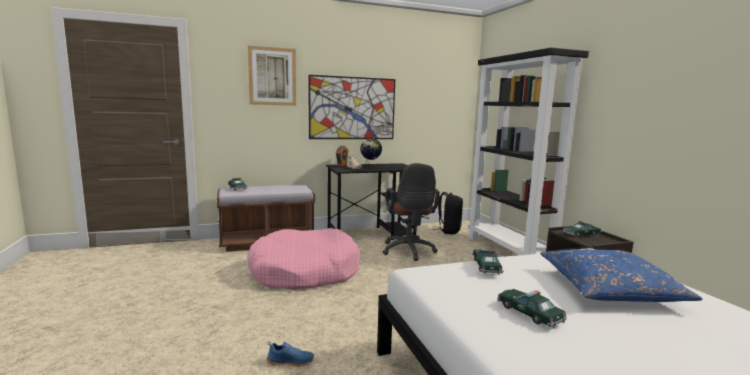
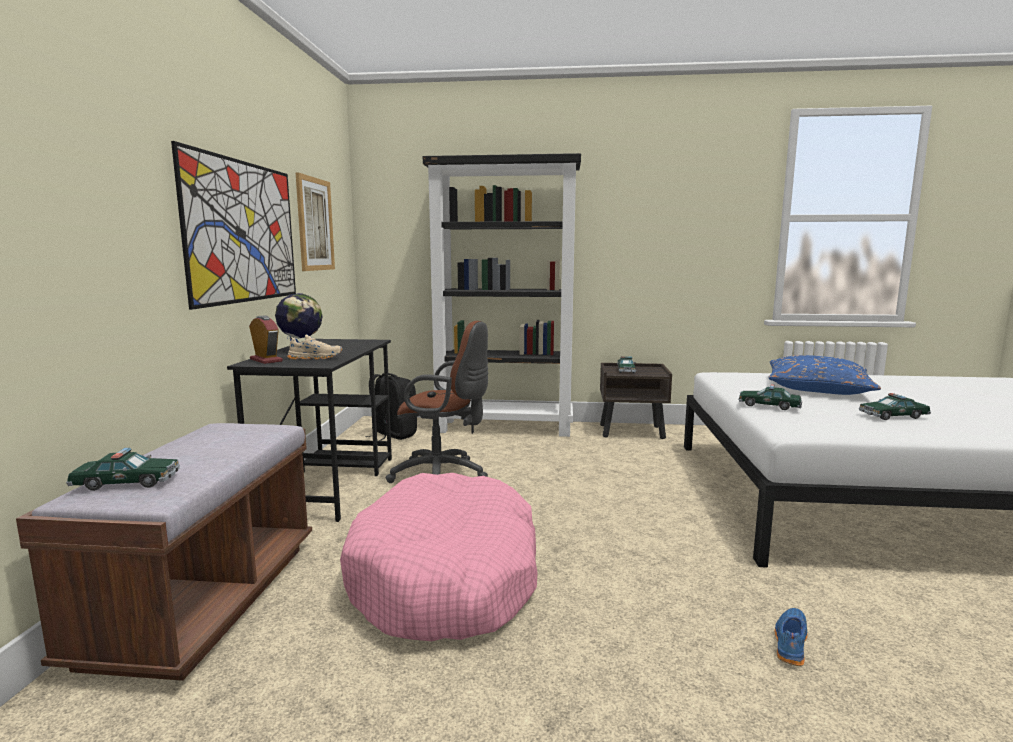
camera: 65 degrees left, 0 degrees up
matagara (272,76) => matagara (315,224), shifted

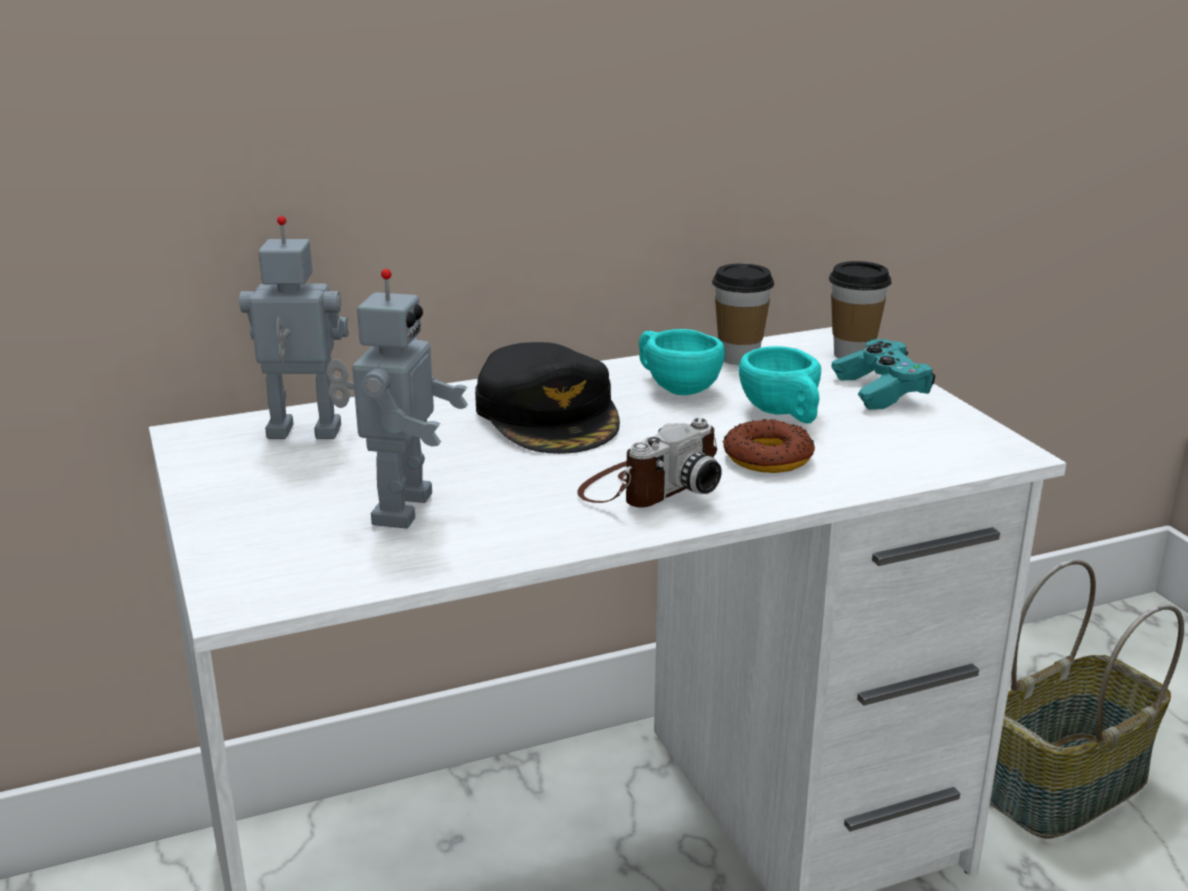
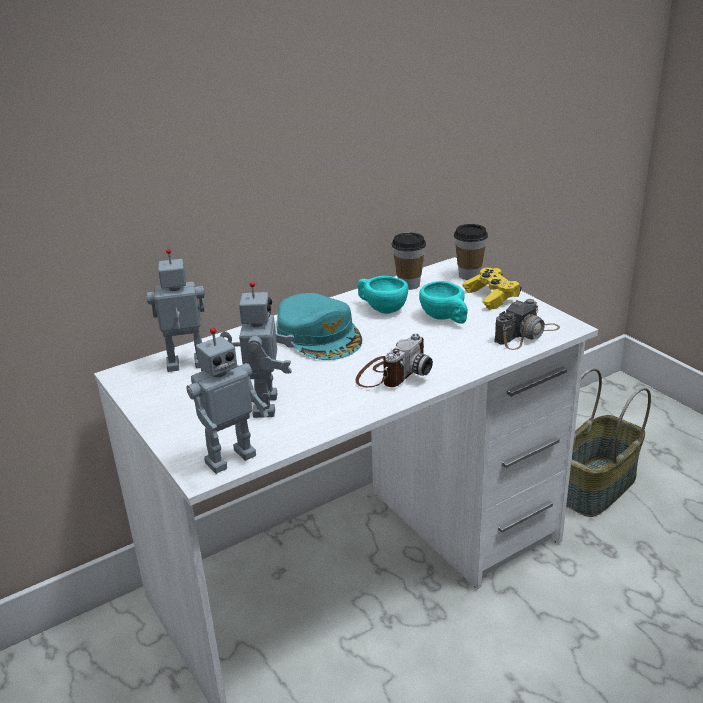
camera: 10 degrees left, 5 degrees up
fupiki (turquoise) (880,391) => fupiki (yellow) (491,297)
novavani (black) (549,414) => novavani (turquoise) (319,335)
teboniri (768,457) => nothing
nothing => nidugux (527,334)
nothing => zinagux (229,458)

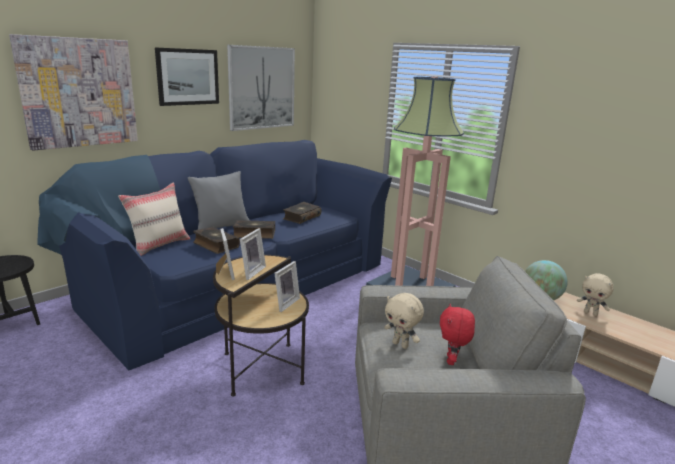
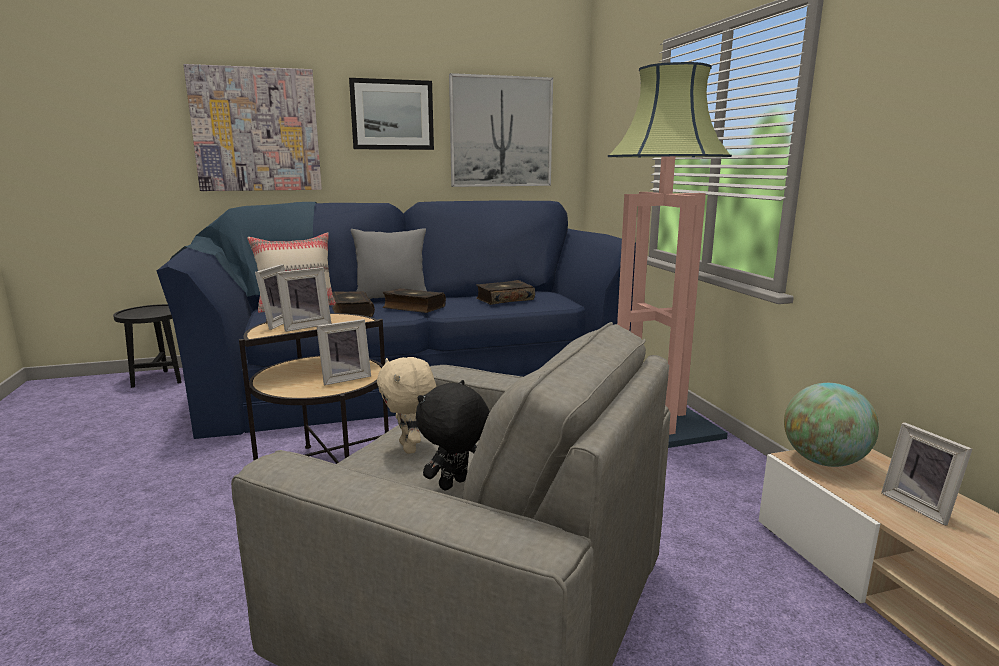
camera: 30 degrees right, 5 degrees down
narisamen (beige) (590,313) => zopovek (920,506)
narisamen (red) (452,360) => narisamen (black) (454,485)

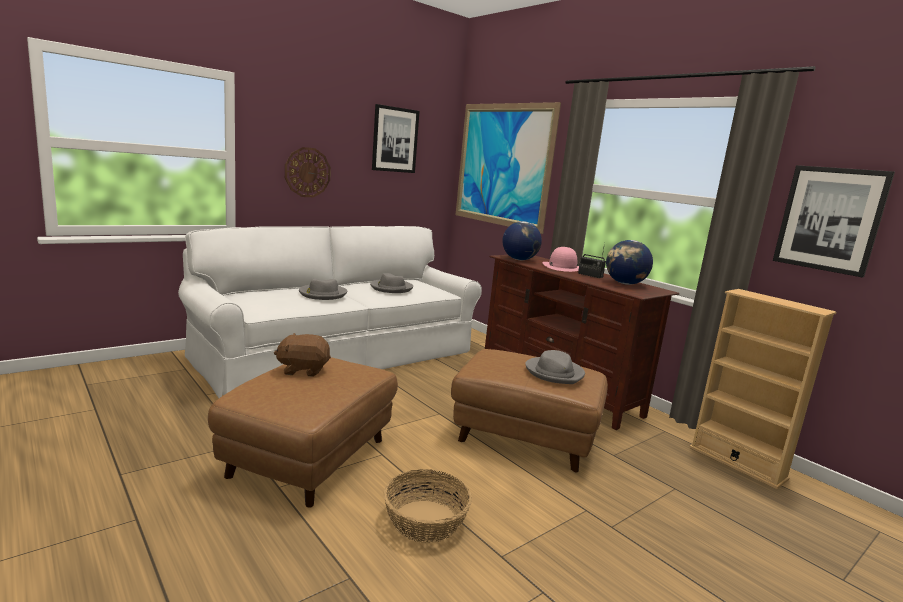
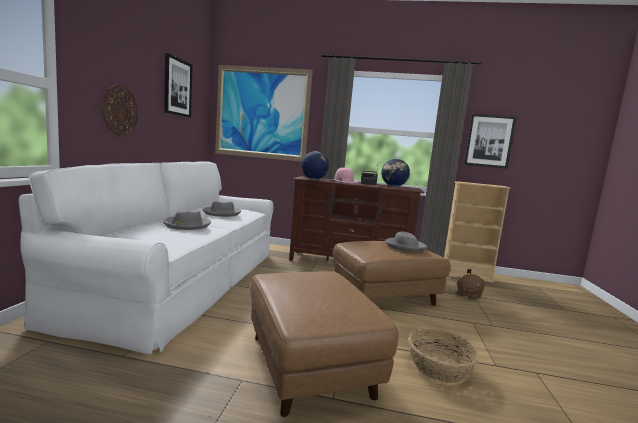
camera: 40 degrees left, 5 degrees down
narisamen (brown) (303,370) => narisamen (brown) (468,295), shifted

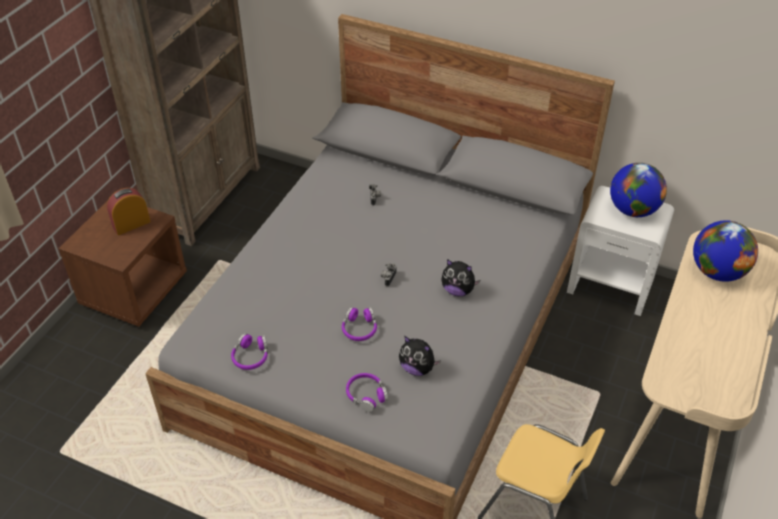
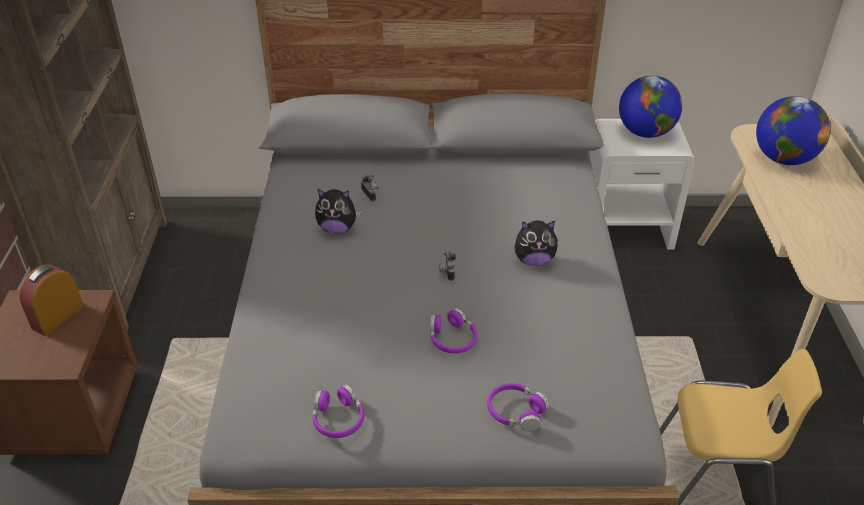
camera: 25 degrees left, 5 degrees down
narisamen (417,368) => narisamen (337,228), shifted

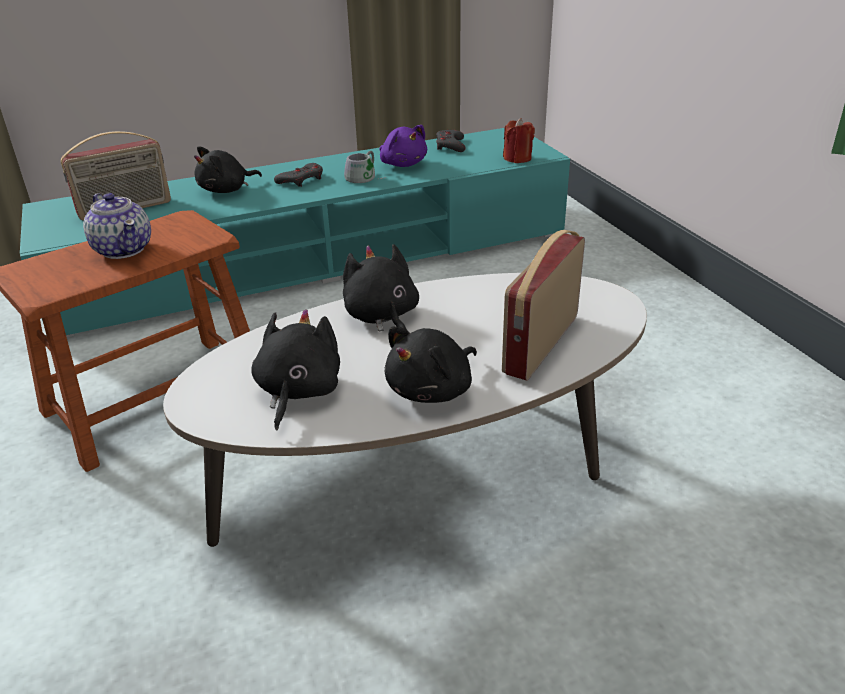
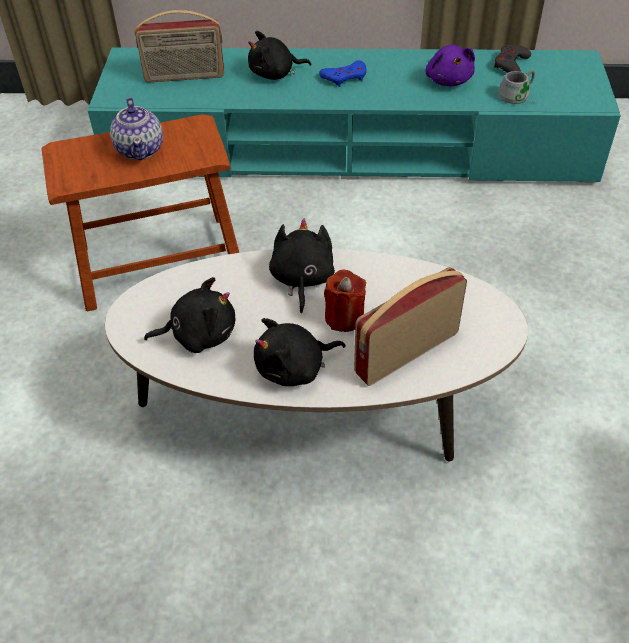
camera: 25 degrees right, 15 degrees up
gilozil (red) (517,158) => gilozil (red) (344,317), shifted
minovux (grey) (365,177) => minovux (grey) (518,96), shifted
fupiki (grey) (301,180) => fupiki (blue) (345,77)
narisamen (black) (297,392) => narisamen (black) (199,334), 45 degrees clockwise

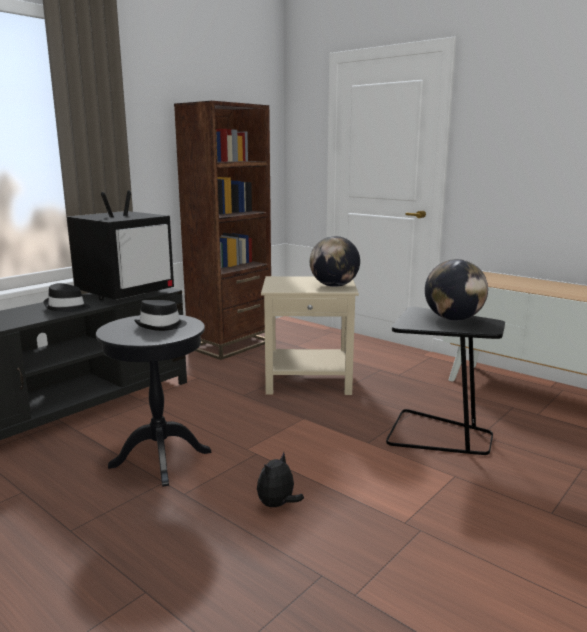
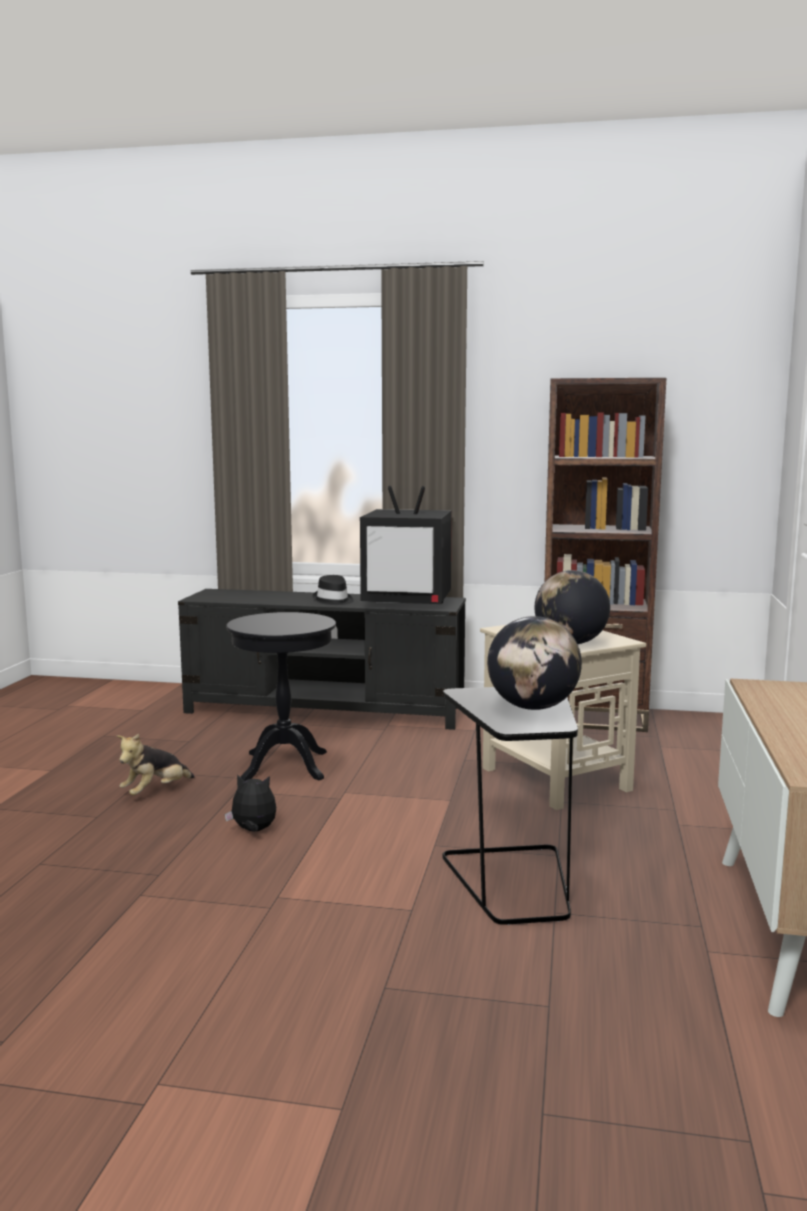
camera: 60 degrees right, 5 degrees down
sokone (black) (161,326) => nothing
nothing => narisamen (155,792)

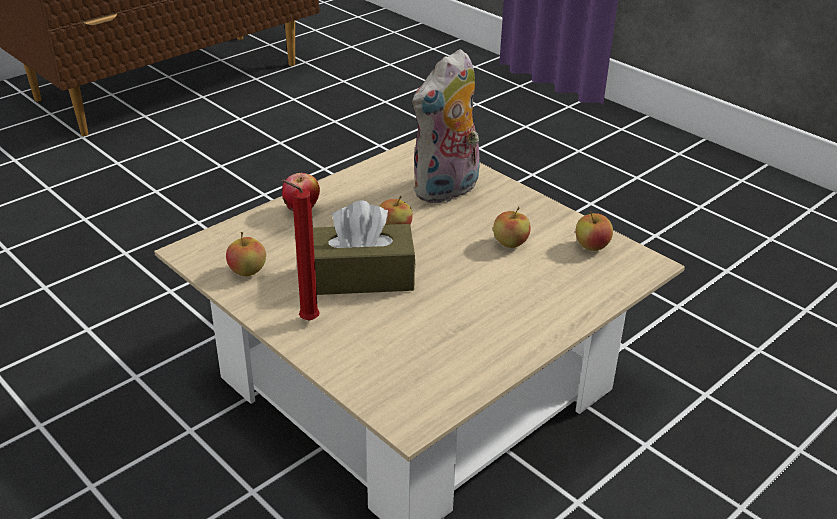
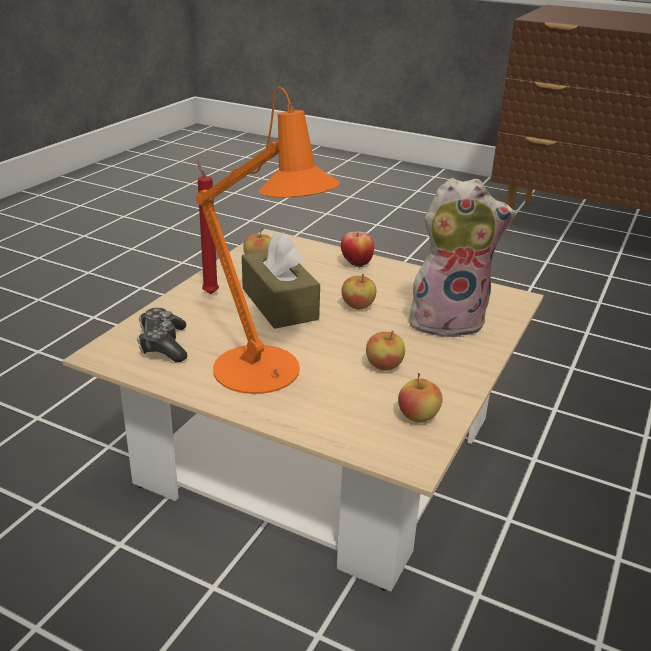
camera: 70 degrees right, 5 degrees down
narisamen (447,191) => narisamen (448,320), 150 degrees clockwise
nothing => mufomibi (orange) (265,374)
nothing => fupiki (163,345)

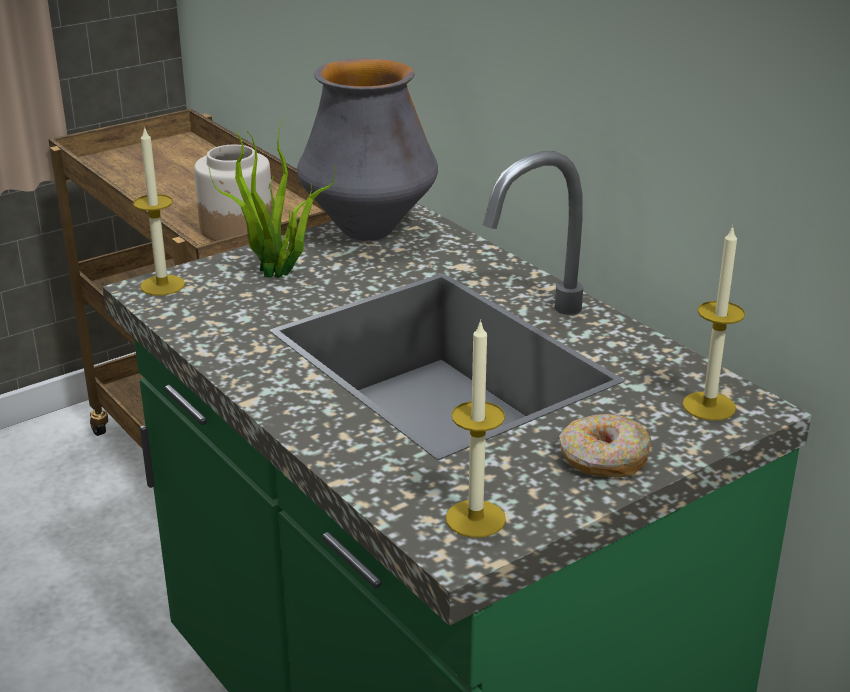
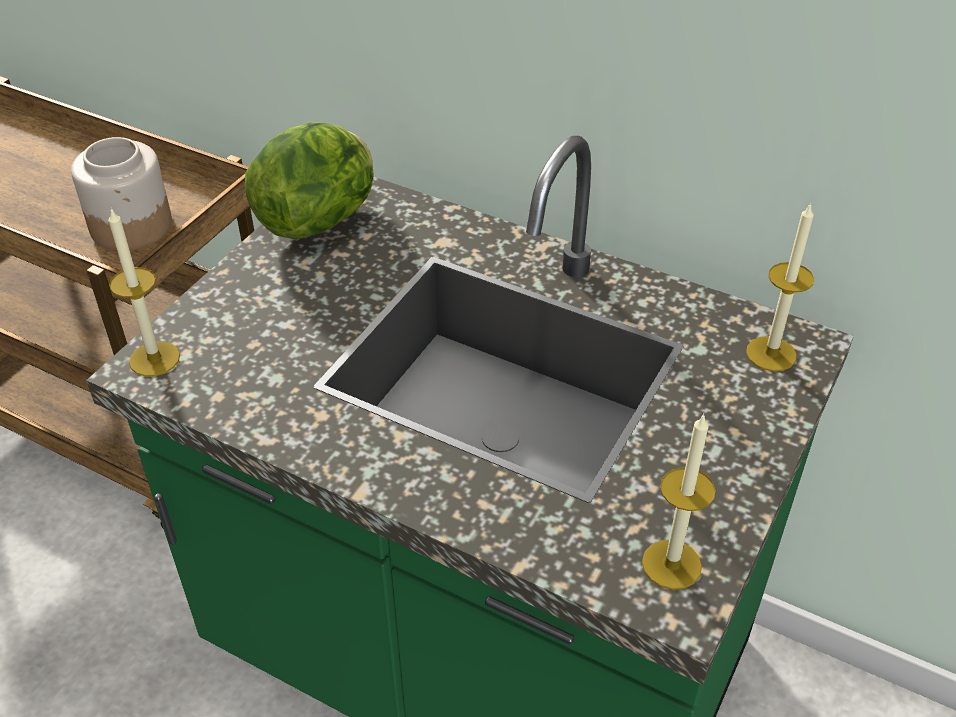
camera: 25 degrees left, 15 degrees up
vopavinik (368,231) => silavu (320,219)
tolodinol (277,273) => nothing
teboniri (603,459) => nothing

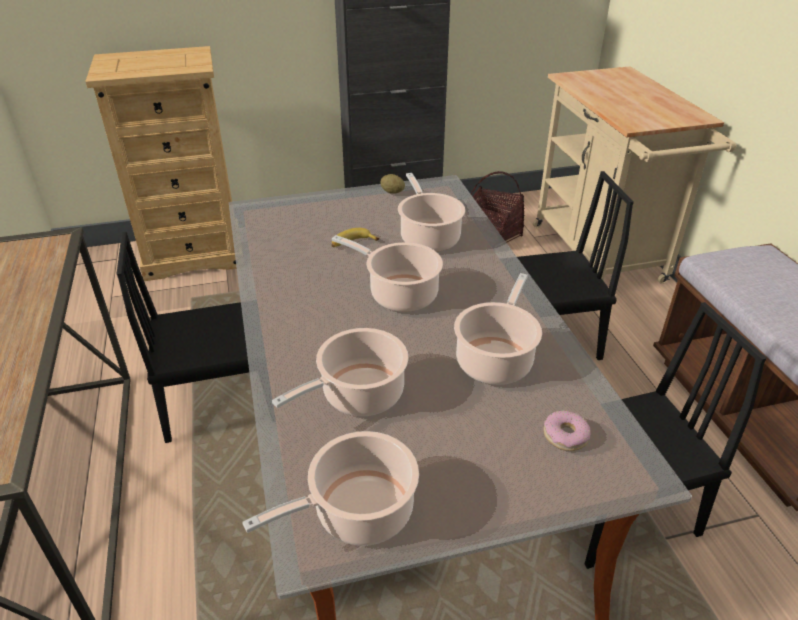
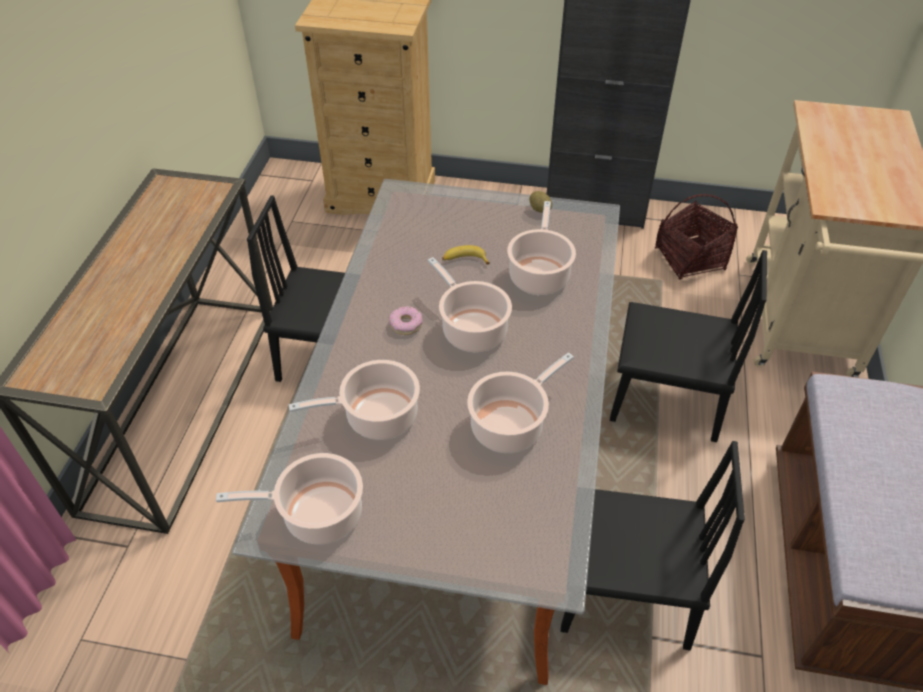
camera: 25 degrees right, 10 degrees up
teboniri (565,436) => teboniri (405,324), shifted

